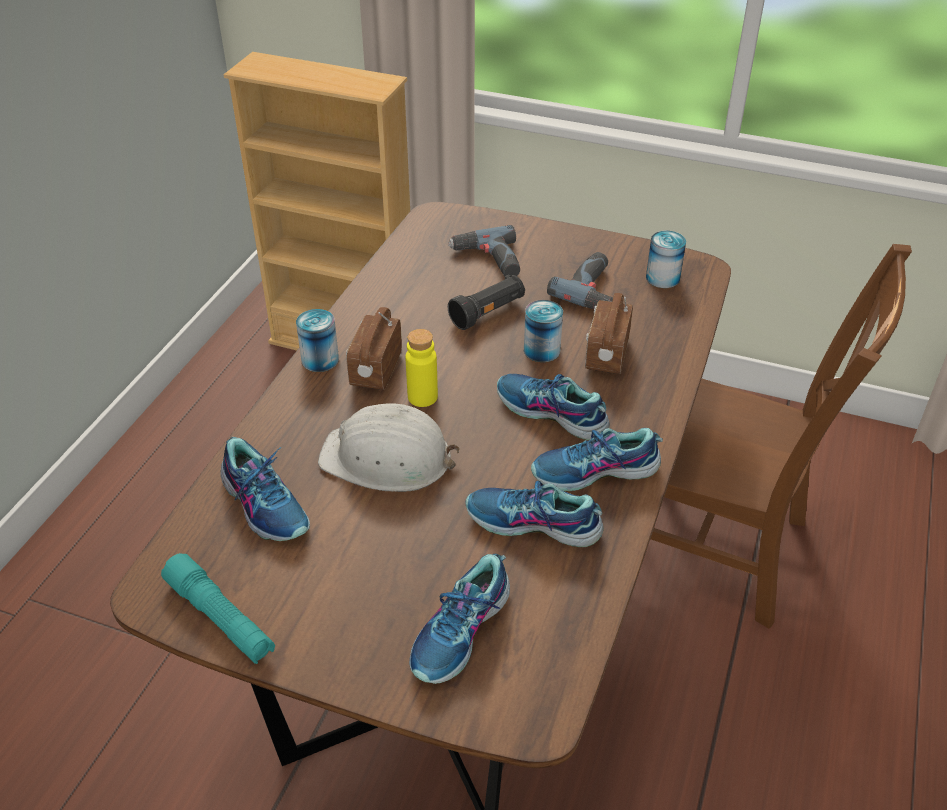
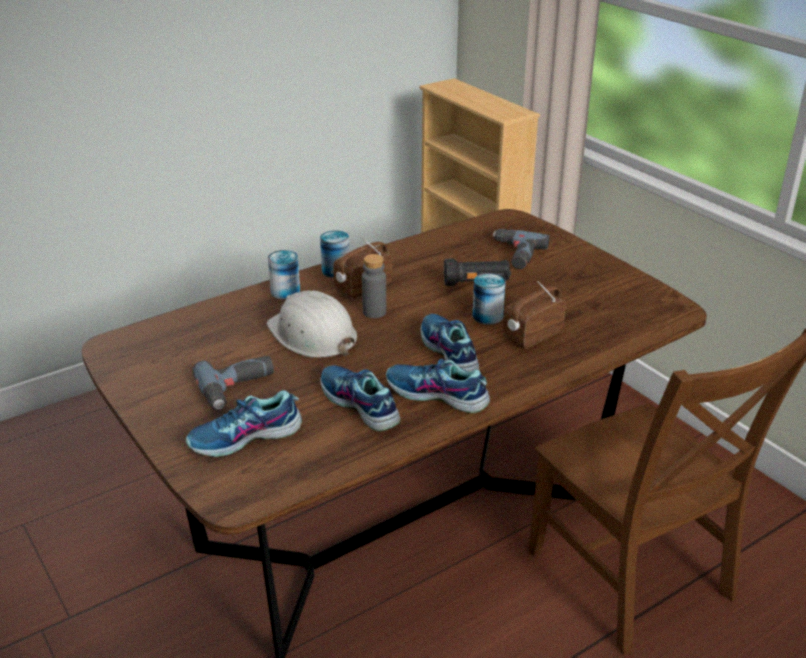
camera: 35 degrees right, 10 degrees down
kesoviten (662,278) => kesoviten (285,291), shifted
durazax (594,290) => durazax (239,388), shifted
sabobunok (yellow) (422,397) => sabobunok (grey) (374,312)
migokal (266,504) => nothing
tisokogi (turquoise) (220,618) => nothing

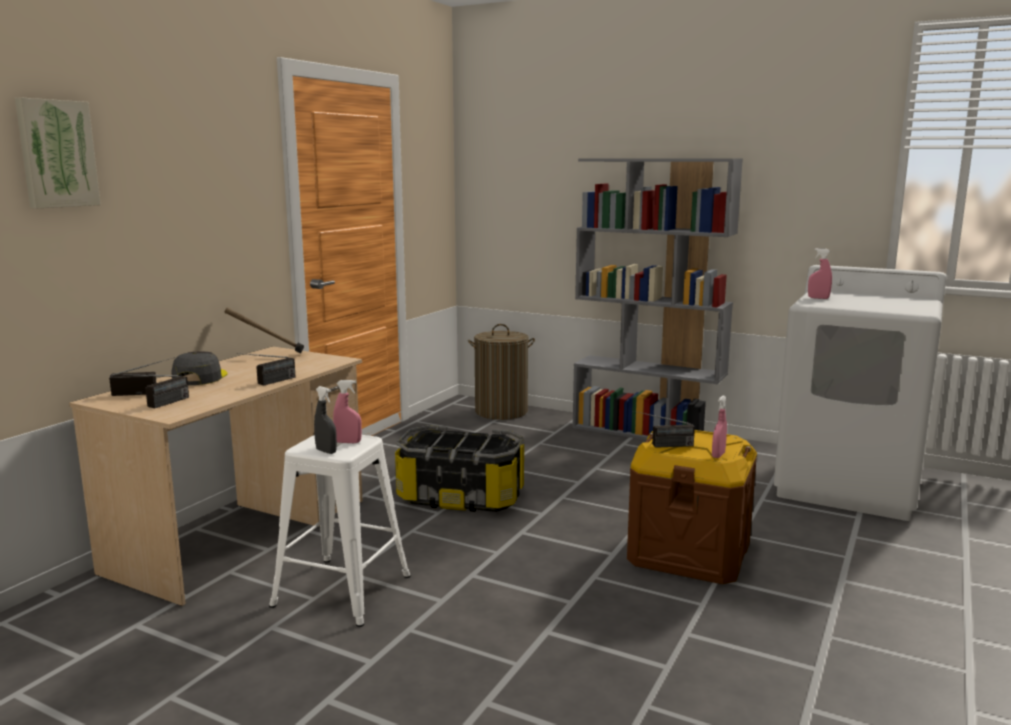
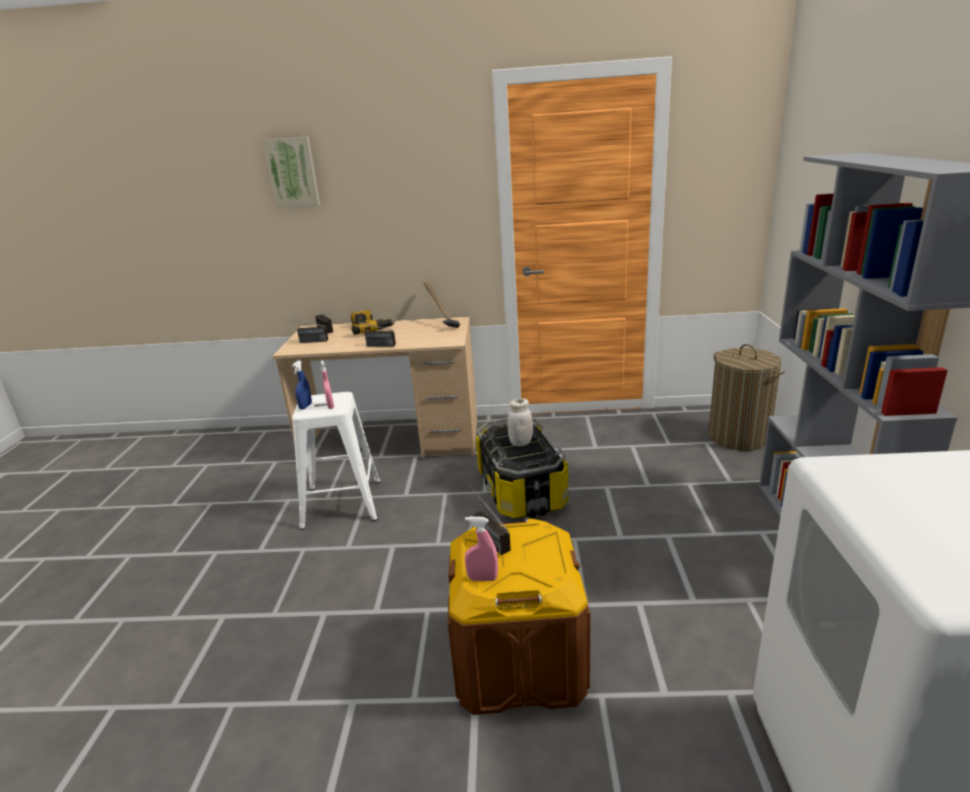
camera: 65 degrees right, 10 degrees up
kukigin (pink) (818,298) => nothing
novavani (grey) (199,378) => durazax (370,329)
kukigin (grey) (326,451) => kukigin (blue) (305,406)
nothing => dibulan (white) (520,443)

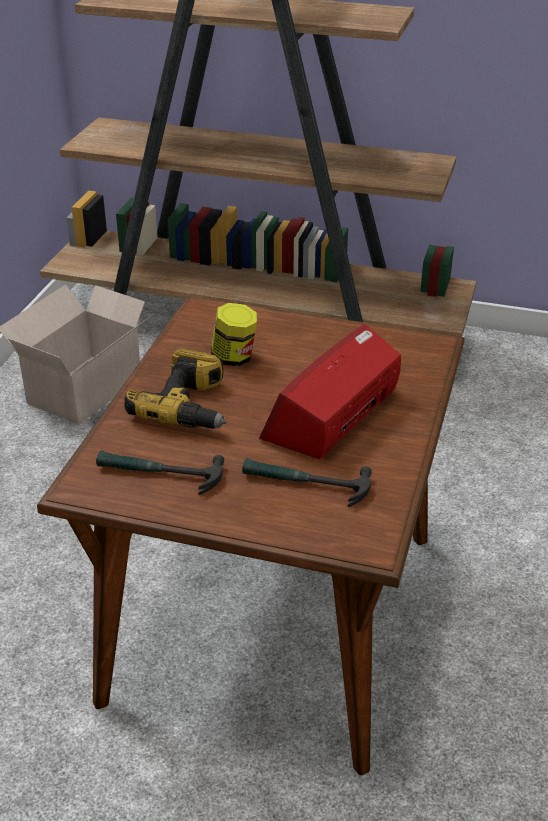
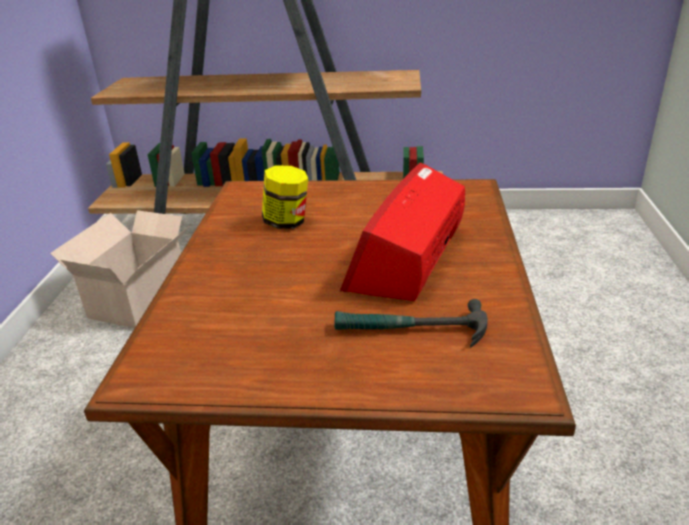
camera: 10 degrees left, 5 degrees down
durazax (190,406) => nothing
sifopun (158,474) => nothing

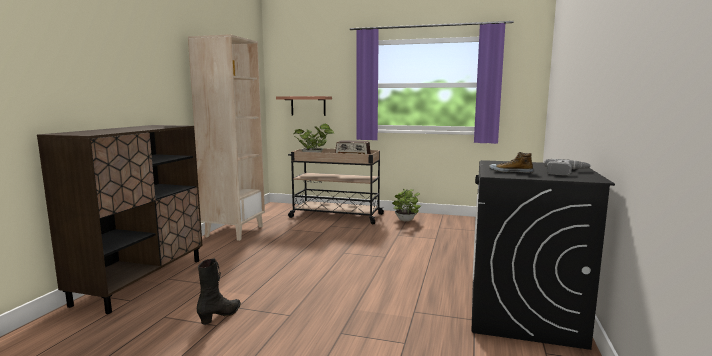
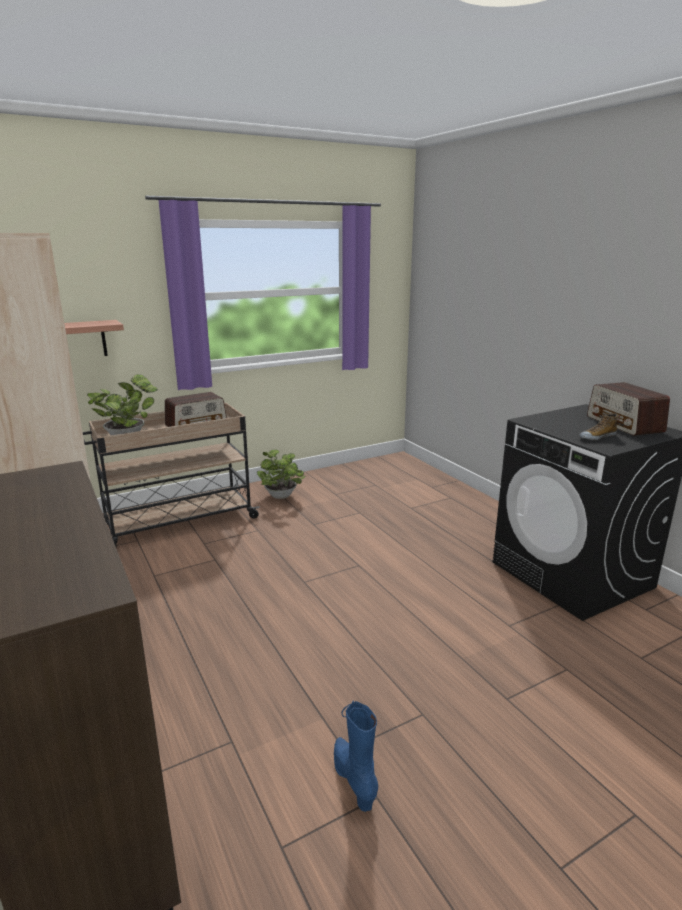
camera: 45 degrees left, 10 degrees up
durazax (566,172) => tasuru (624,424)
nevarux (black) (221,316) => nevarux (blue) (354,779)

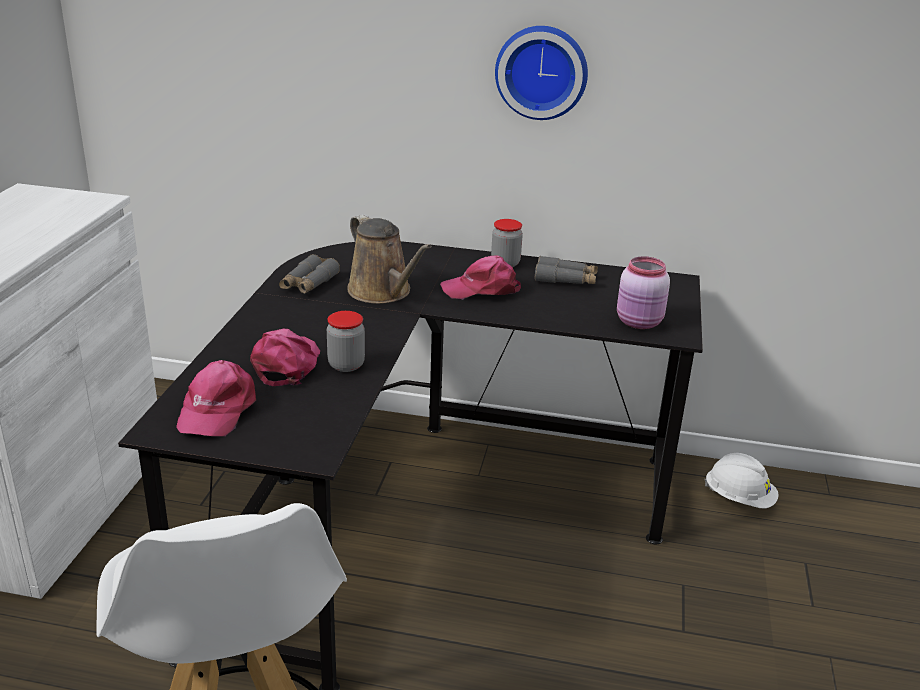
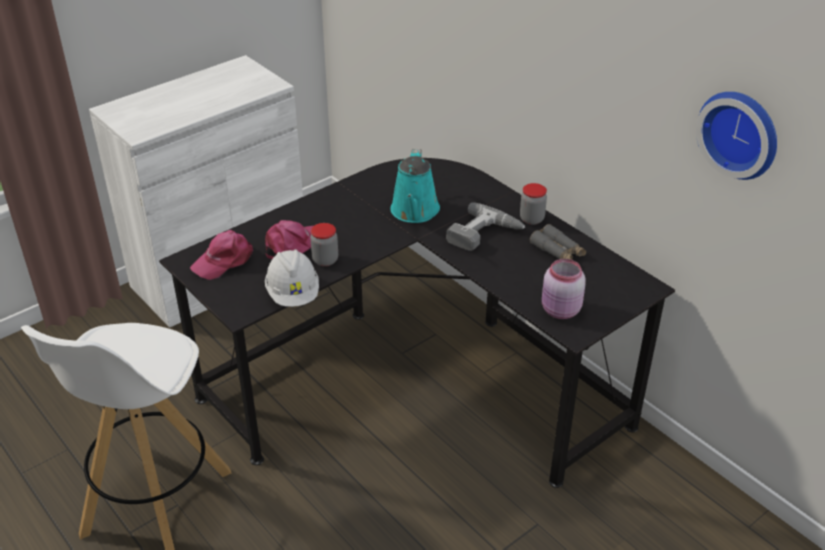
camera: 40 degrees right, 10 degrees up
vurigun (542,71) => vurigun (741,133), shifted
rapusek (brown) (383,292) => rapusek (turquoise) (414,212)
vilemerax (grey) (308,283) => nothing
novavani (pink) (482,289) => durazax (484,235)
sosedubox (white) (739,498) => sosedubox (white) (293,294), shifted

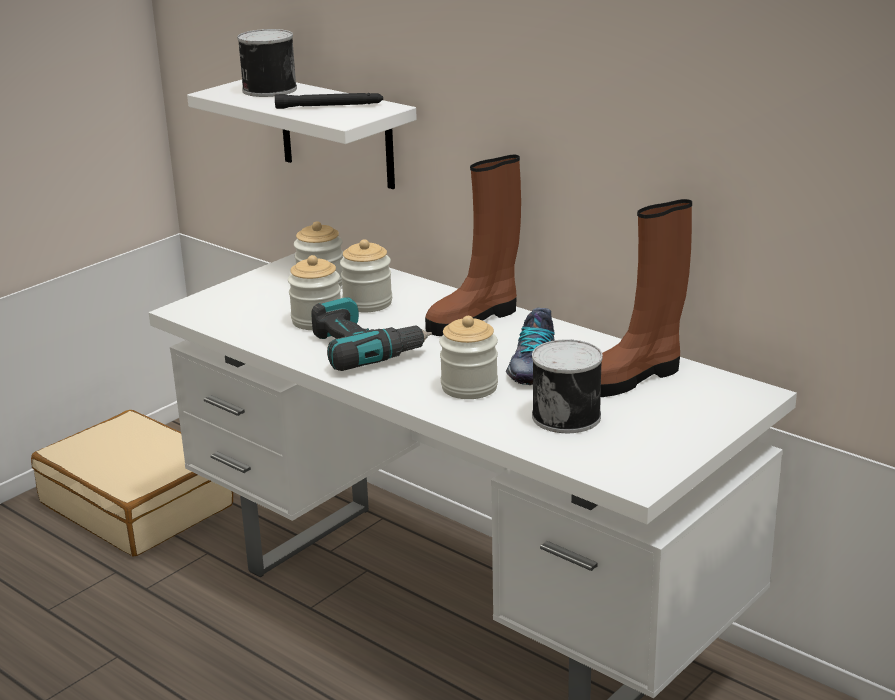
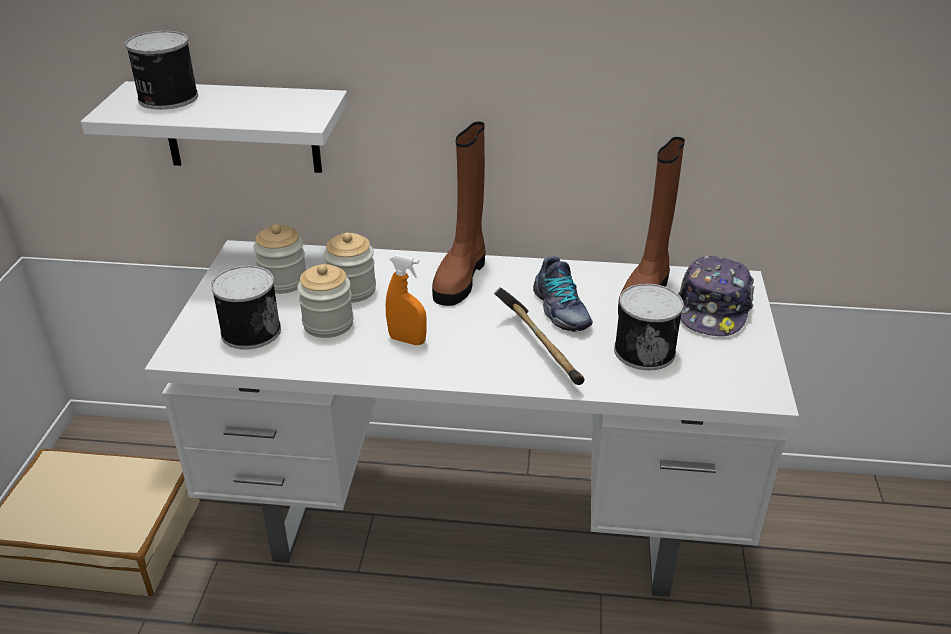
camera: 35 degrees left, 10 degrees up
tisokogi (black) (329,106) => nothing
durazax (364,349) => kukigin (orange) (407,340)
dibulan (469,387) => sifopun (540,349)
nothing => novavani (713,308)
nothing => kesoviten (249,331)

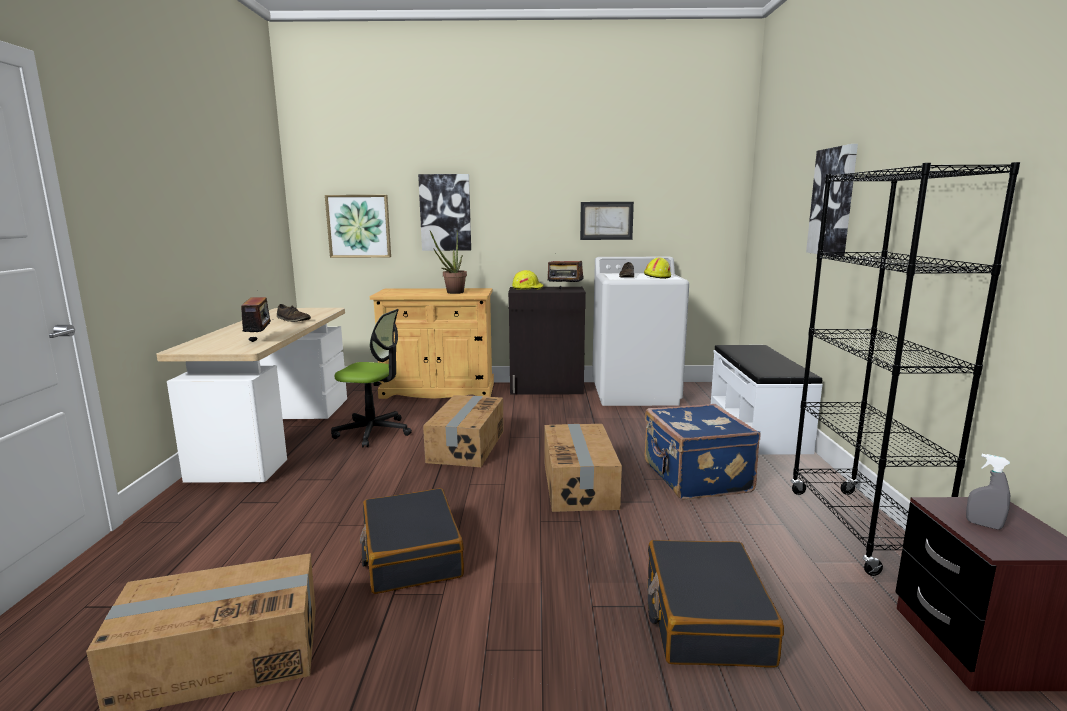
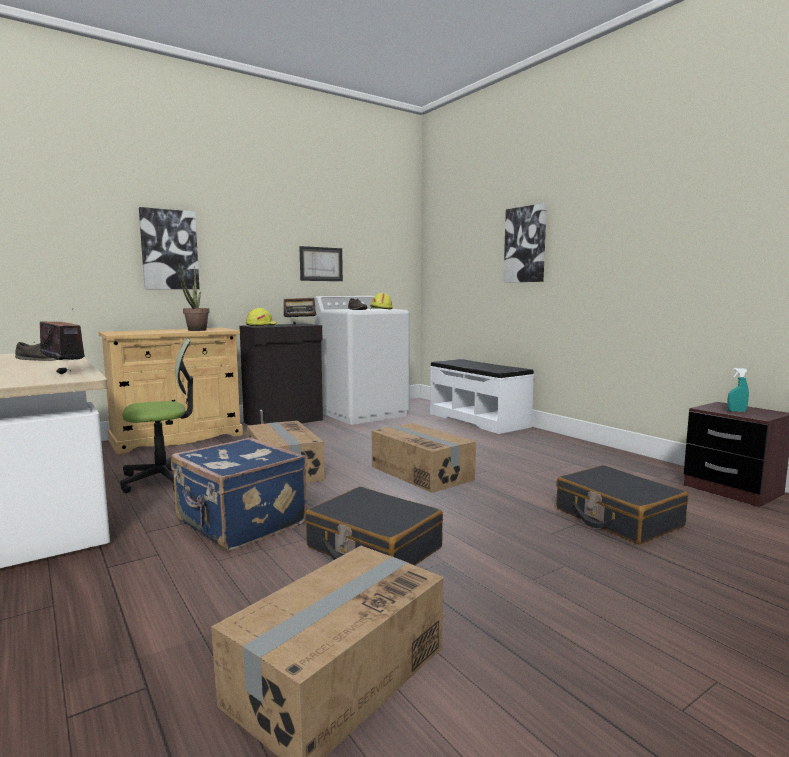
camera: 35 degrees left, 5 degrees down
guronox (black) (858,530) => nothing
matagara (359,226) => nothing
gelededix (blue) (695,478) => gelededix (blue) (240,524), shifted
kukigin (grey) (983,525) => kukigin (turquoise) (736,411)

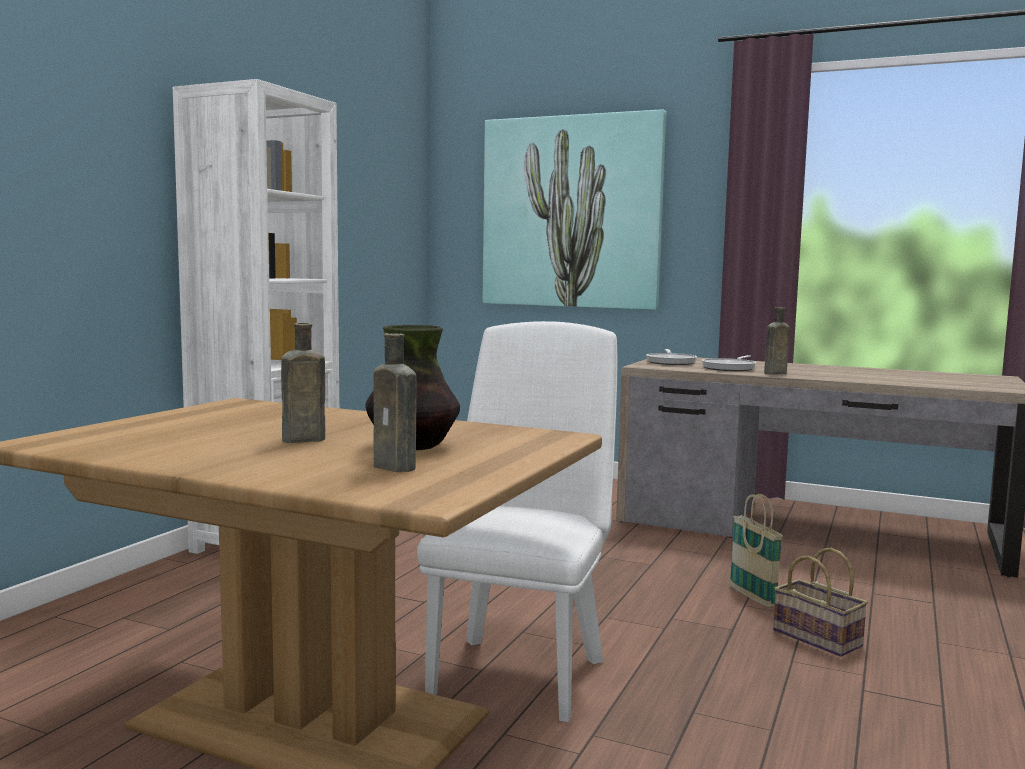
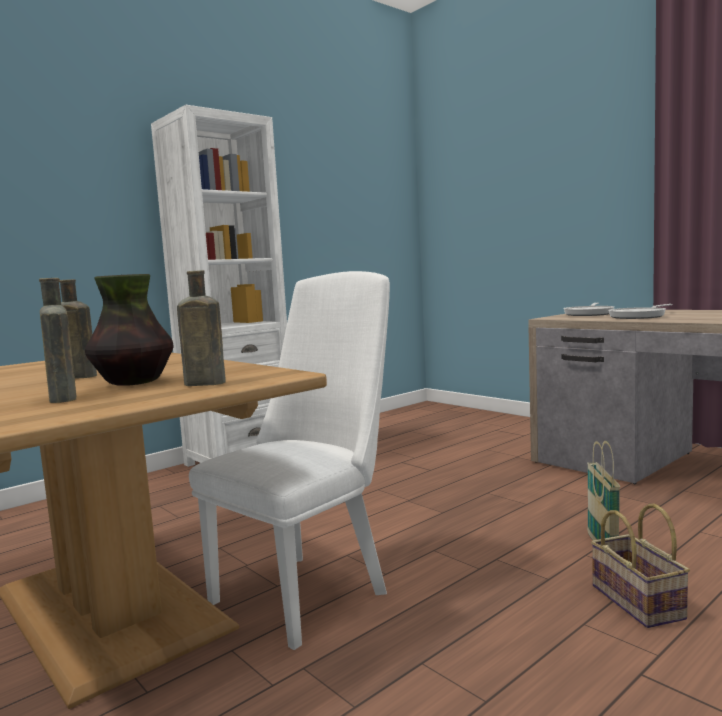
camera: 25 degrees right, 0 degrees up
matagara (571,212) => nothing
sabobunok (brown) (774,373) => sabobunok (brown) (202,383), shifted

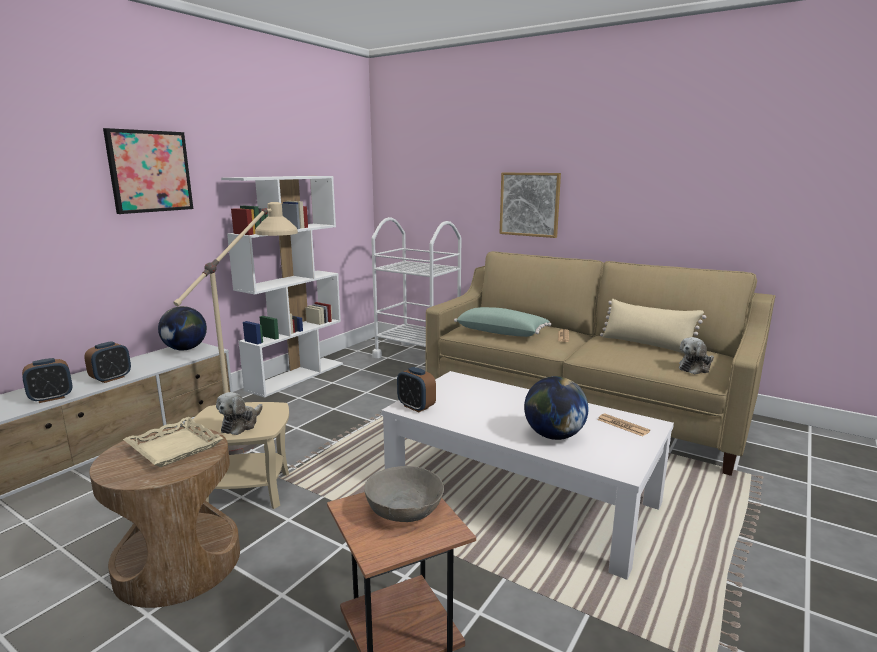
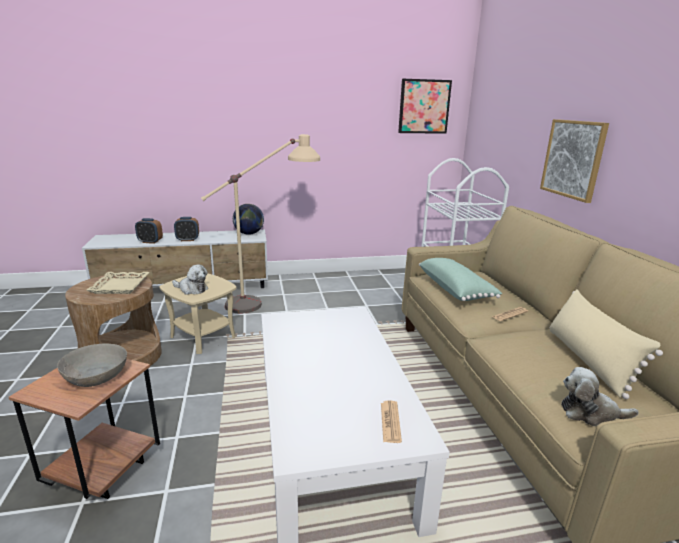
camera: 45 degrees right, 5 degrees up
matagara (150,171) => matagara (424,106), shifted
guronox (white) (296,376) => nothing
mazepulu (416,407) => nothing
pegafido (553,436) => nothing
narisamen (241,424) => narisamen (192,289), 135 degrees counterclockwise

